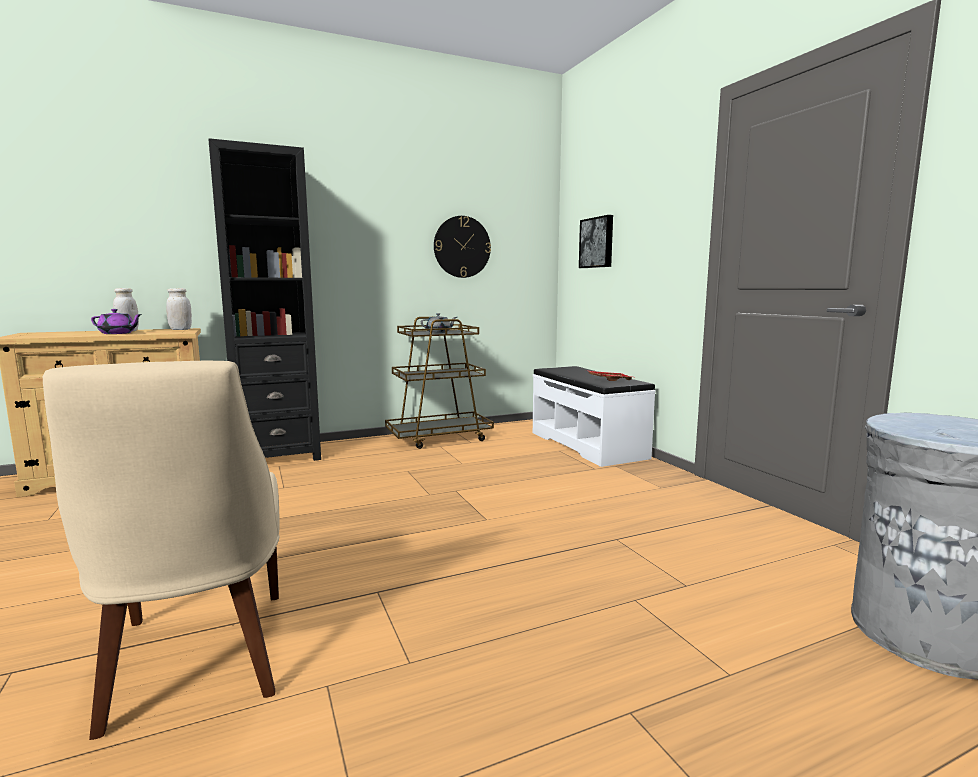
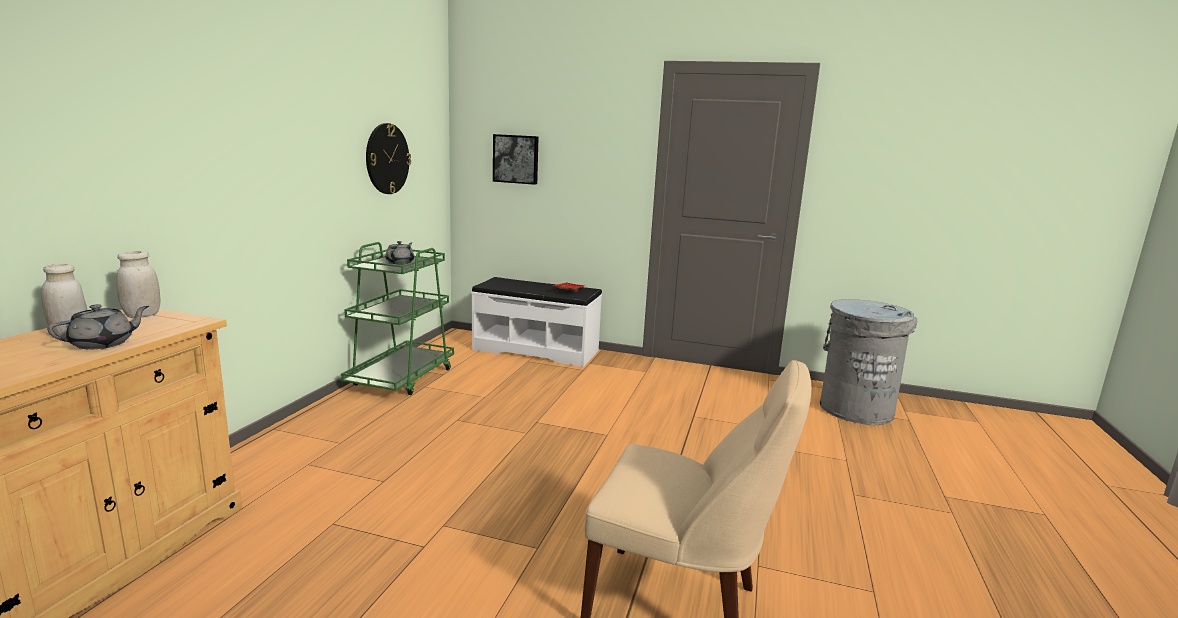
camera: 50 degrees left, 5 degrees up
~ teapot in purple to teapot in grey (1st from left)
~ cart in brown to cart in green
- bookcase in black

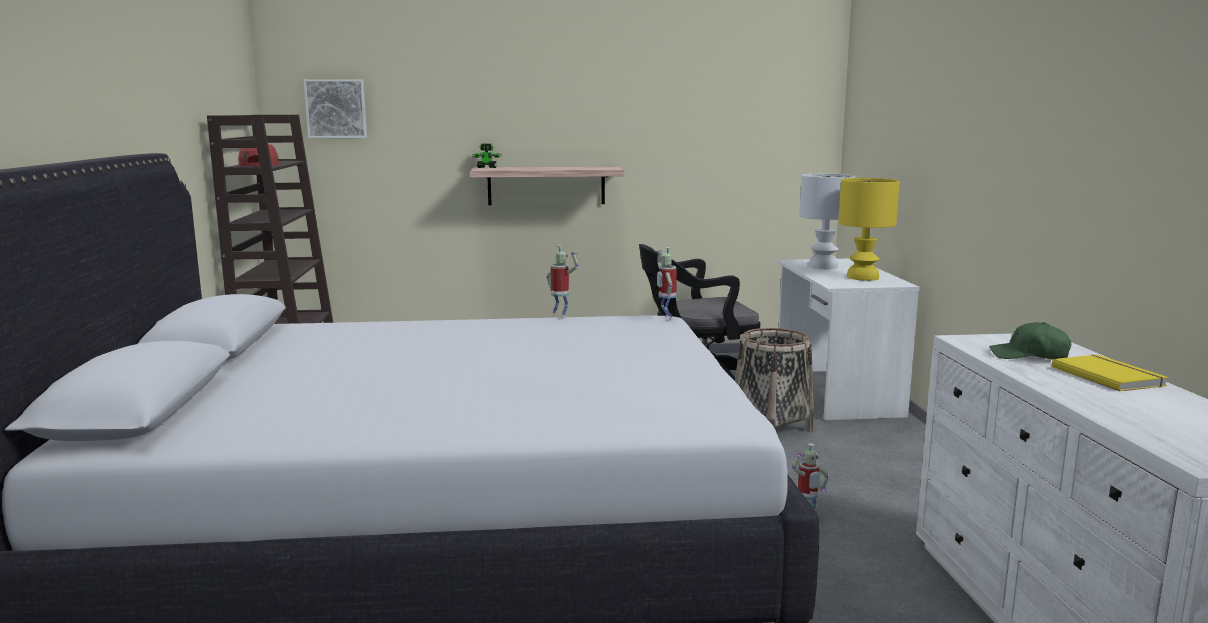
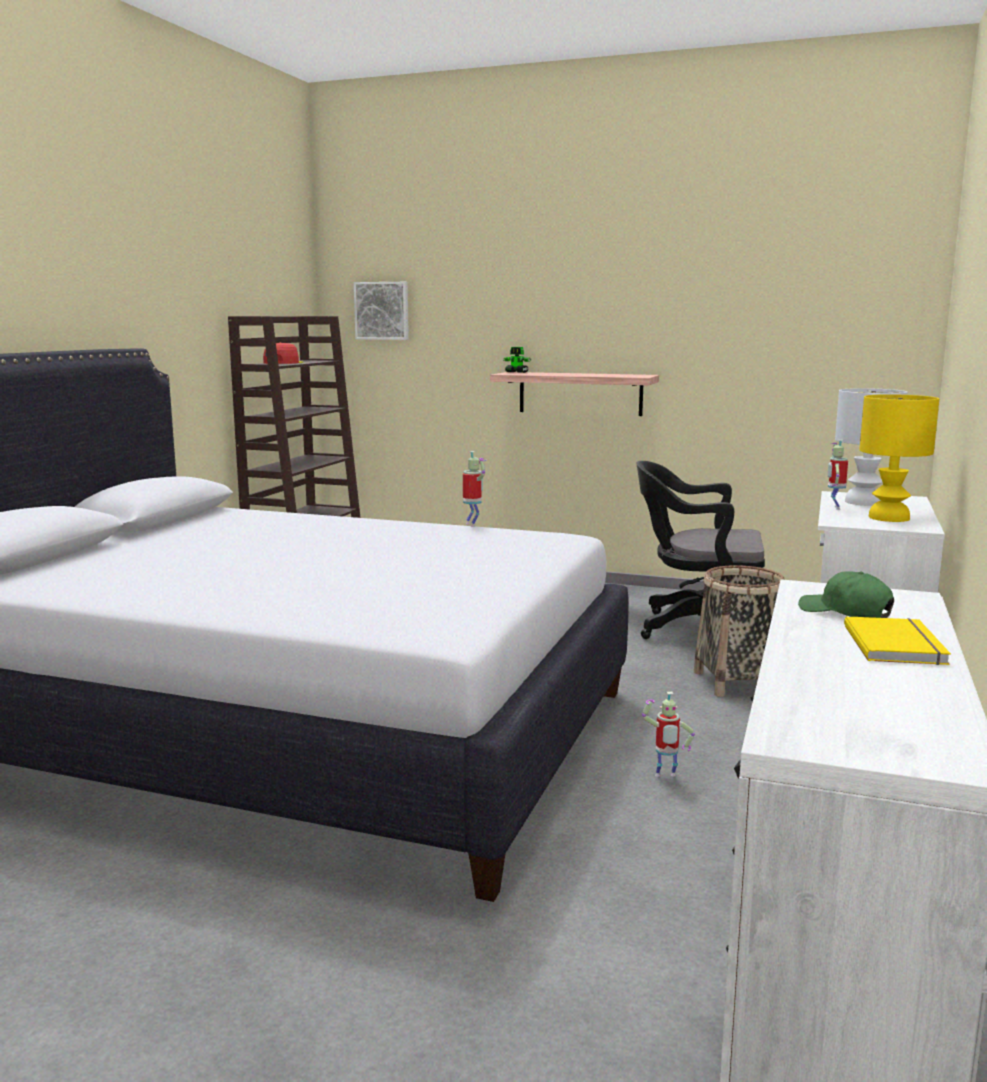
camera: 25 degrees right, 0 degrees up
~ toy robot (3rd from left in the first image) to toy robot (4th from left)

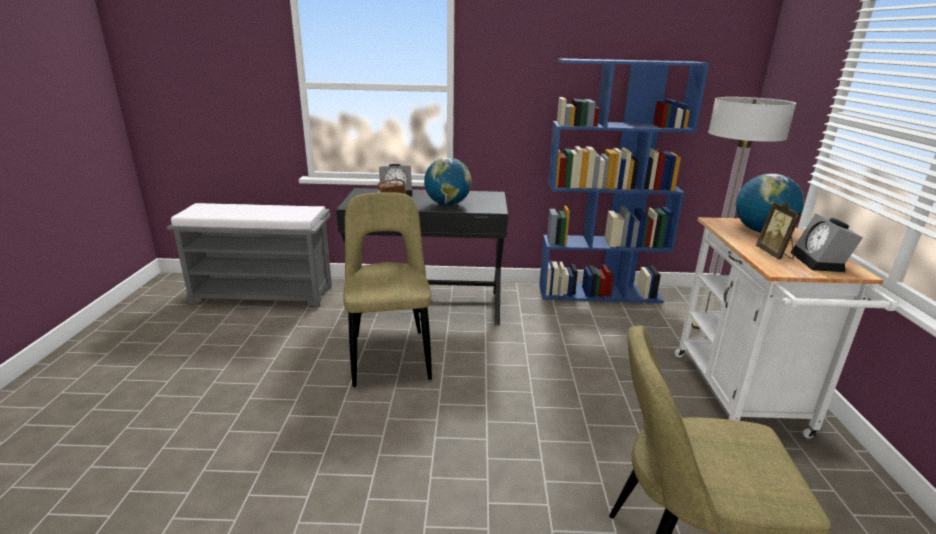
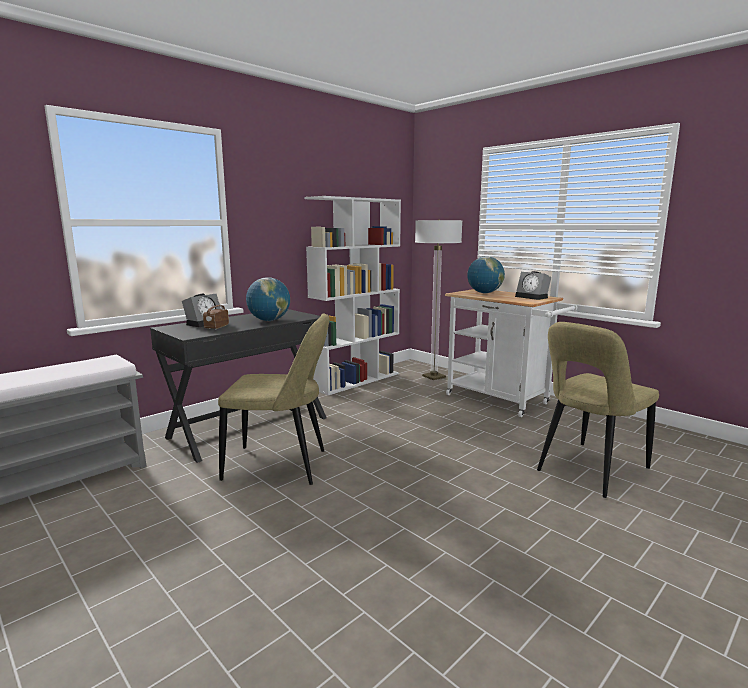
camera: 45 degrees left, 10 degrees down
~ chair in beige (1st from left) 150 degrees clockwise
~ bookcase in blue to bookcase in white
- picture frame

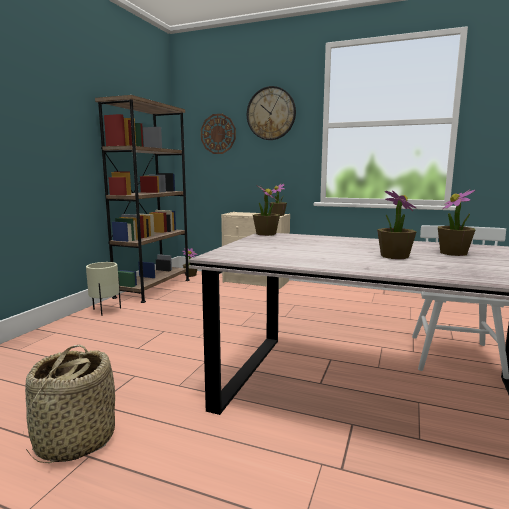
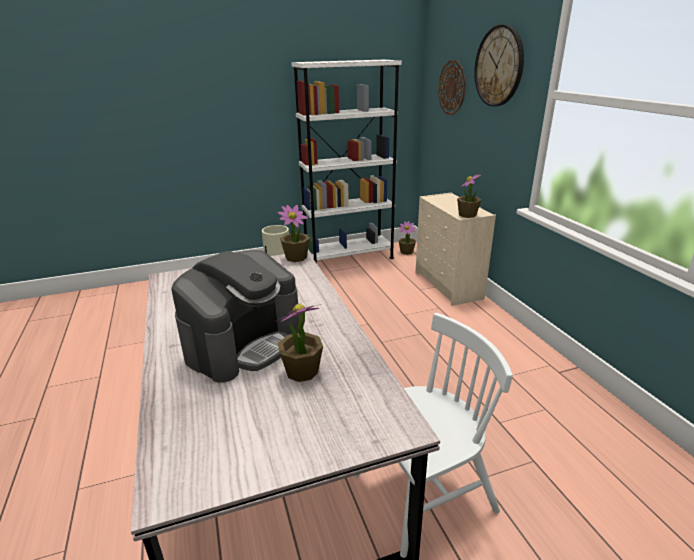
camera: 50 degrees right, 15 degrees up
~ potted plant (4th from left) to coffee machine
~ bookcase in brown to bookcase in white
- basket

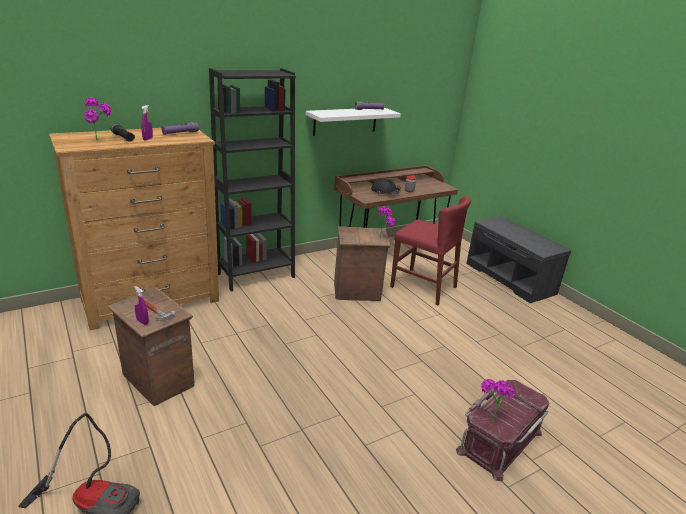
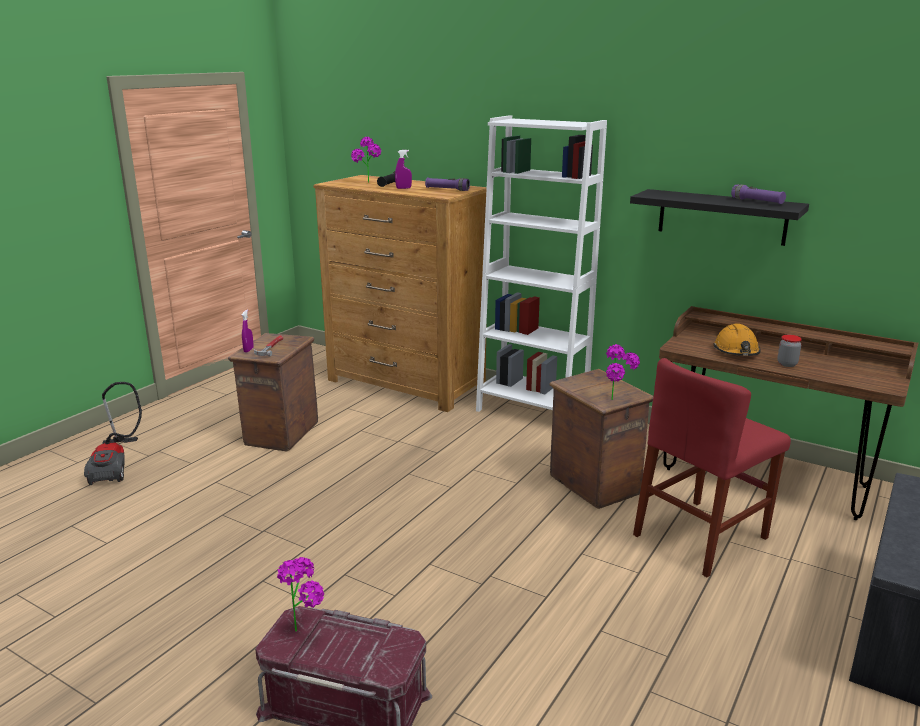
camera: 65 degrees right, 5 degrees down
~ bookcase in black to bookcase in white
~ shelf in white to shelf in black
~ chair in red 45 degrees clockwise
~ hard hat in black to hard hat in orange

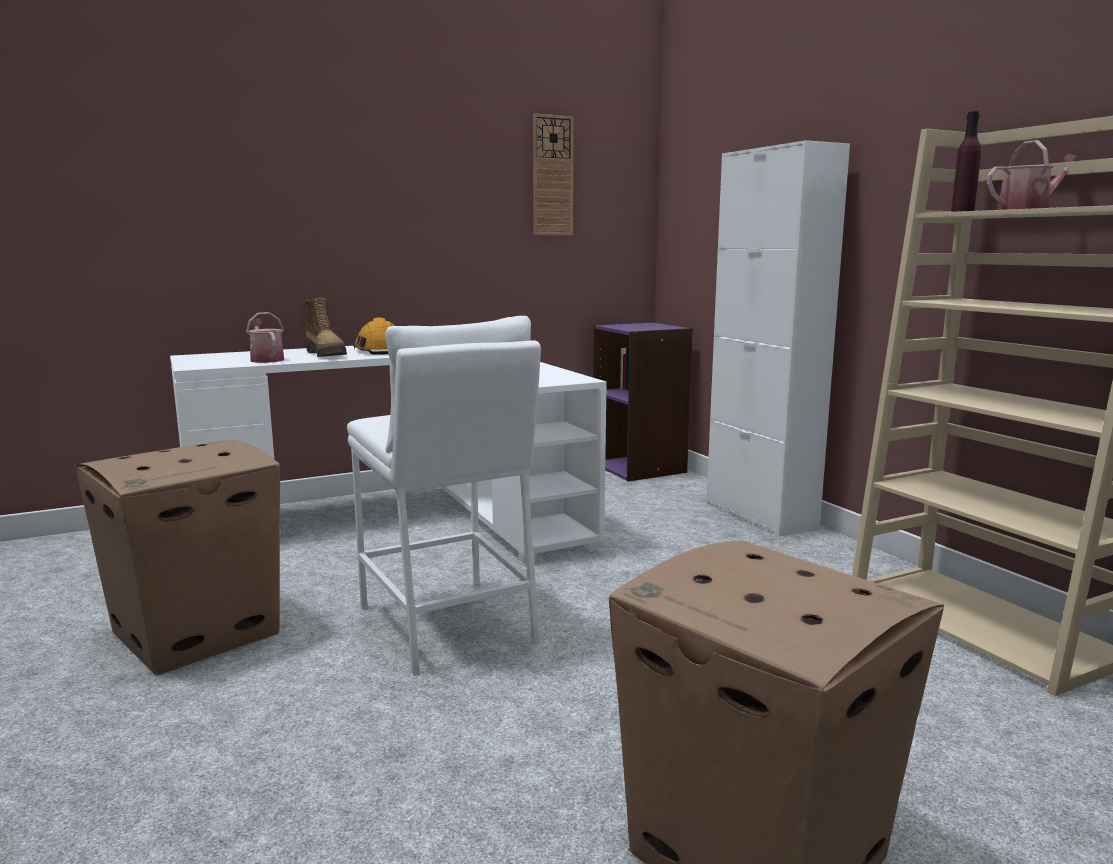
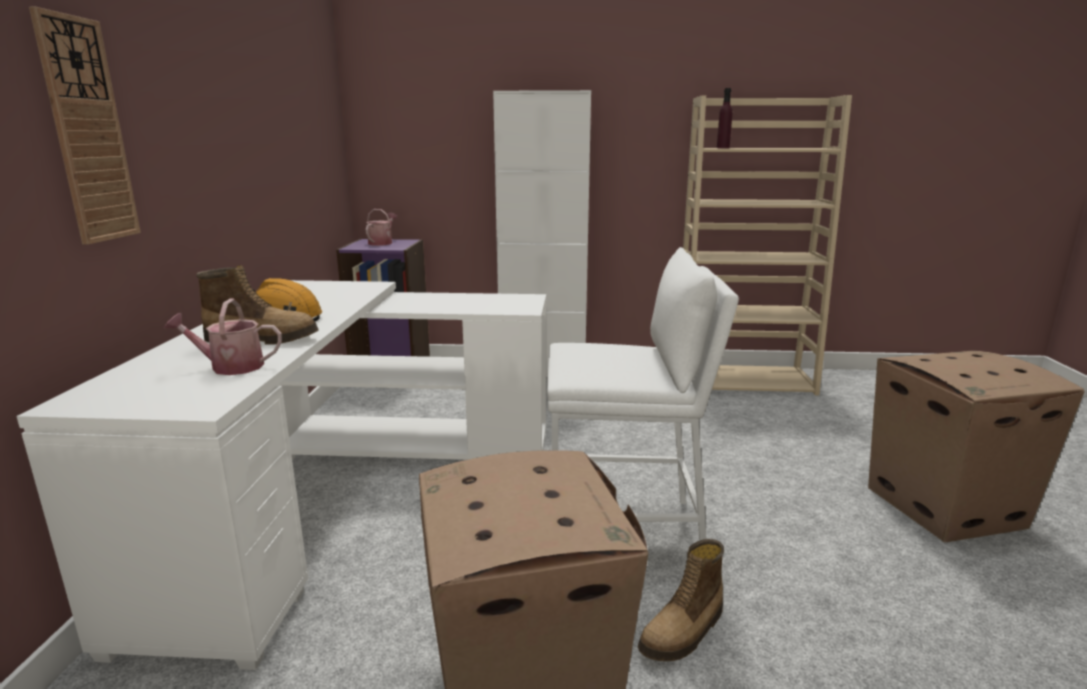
camera: 60 degrees left, 5 degrees up
~ wall clock
~ watering can (2nd from left)
+ boot (2nd from left)

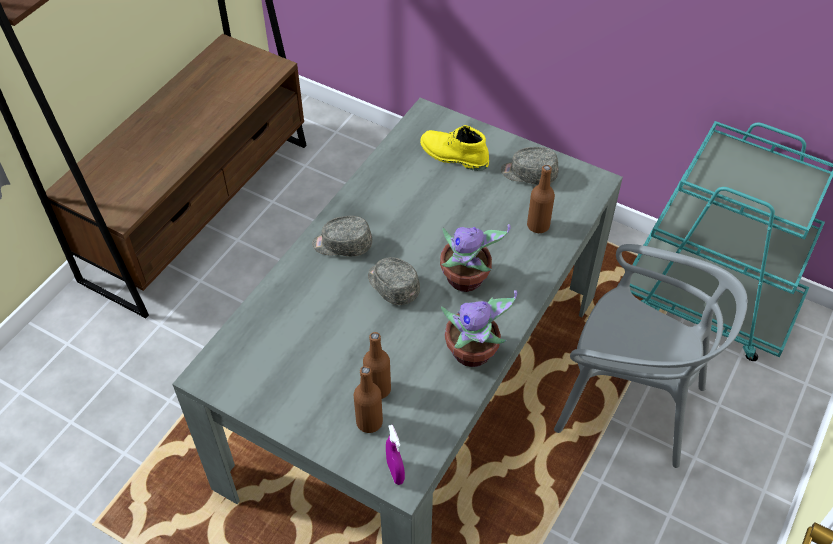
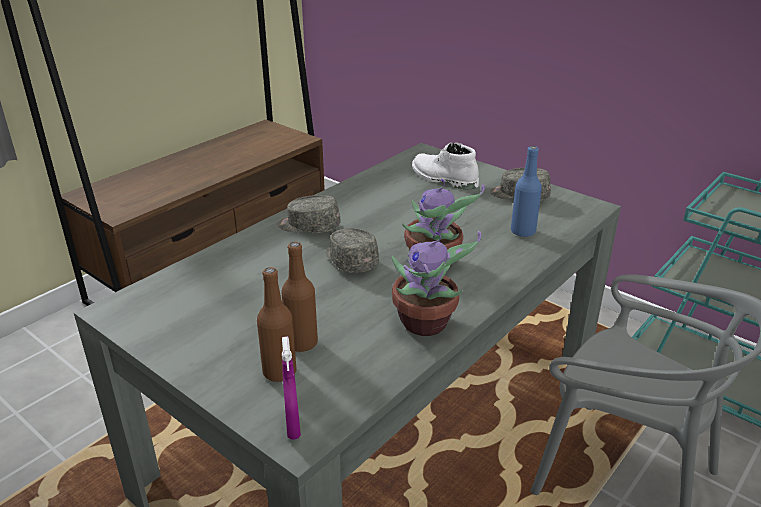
camera: 10 degrees right, 20 degrees down
~ boot in yellow to boot in white
~ bottle in brown (3rd from left) to bottle in blue

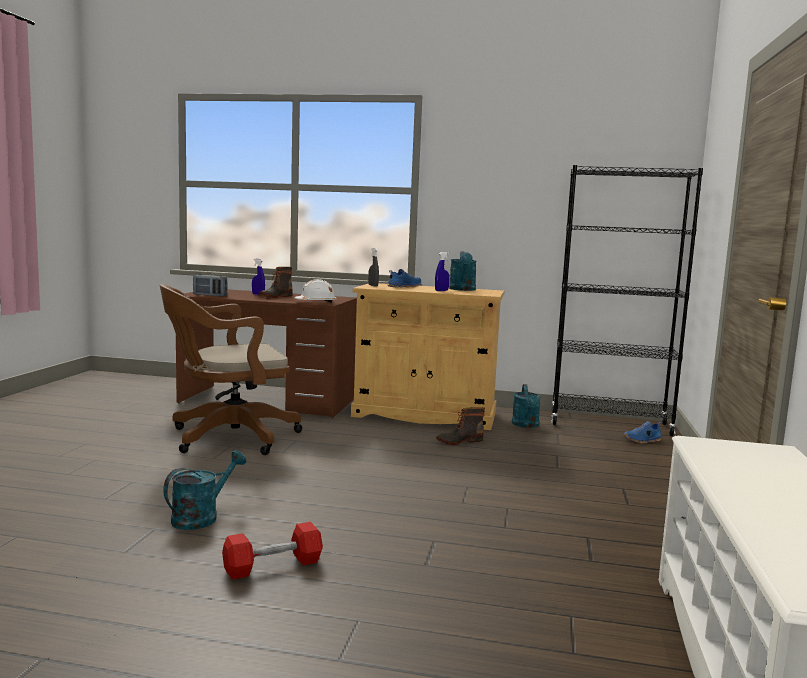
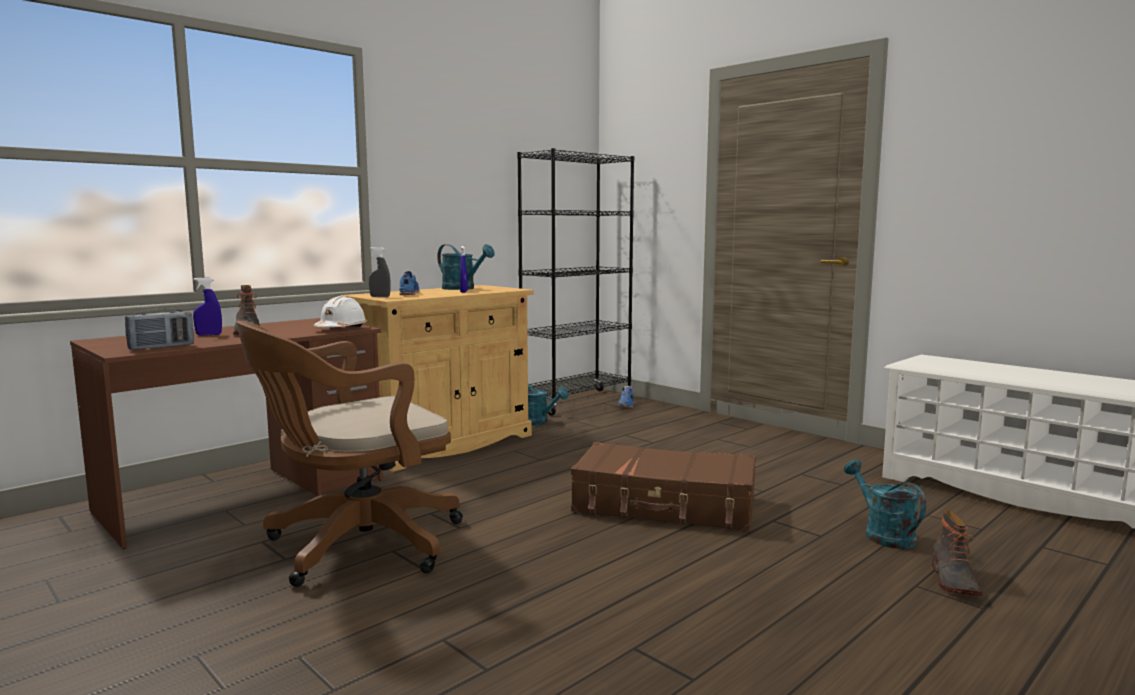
camera: 55 degrees left, 0 degrees up
~ office chair in brown 45 degrees clockwise
+ suitcase in brown
~ watering can in turquoise (1st from left in the first image) to watering can in turquoise (3rd from left)
~ boot (2nd from left)
- dumbbell in red

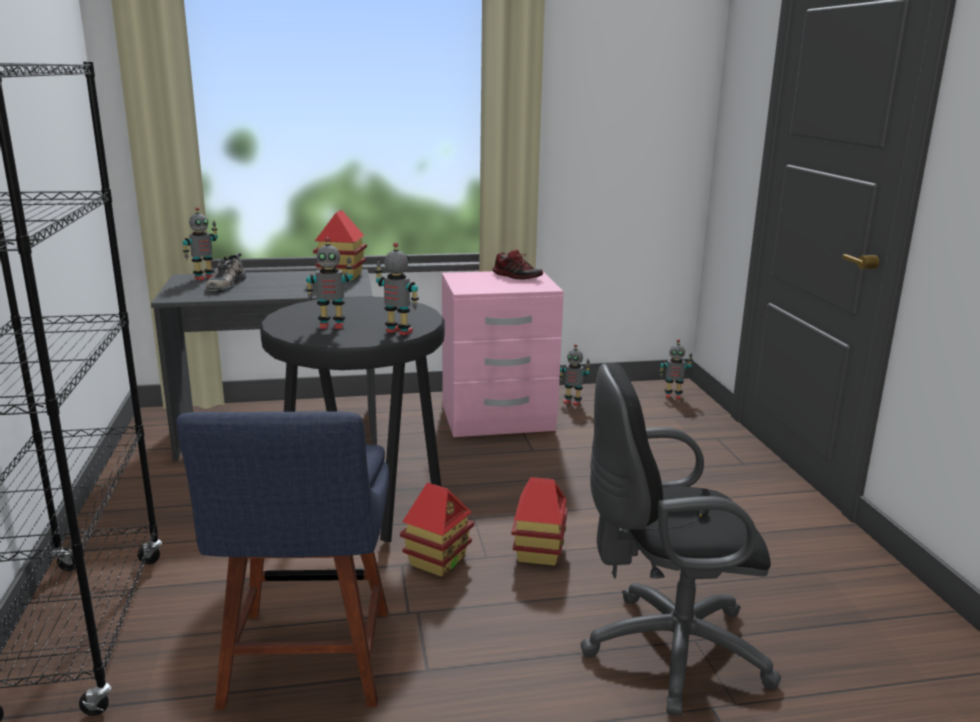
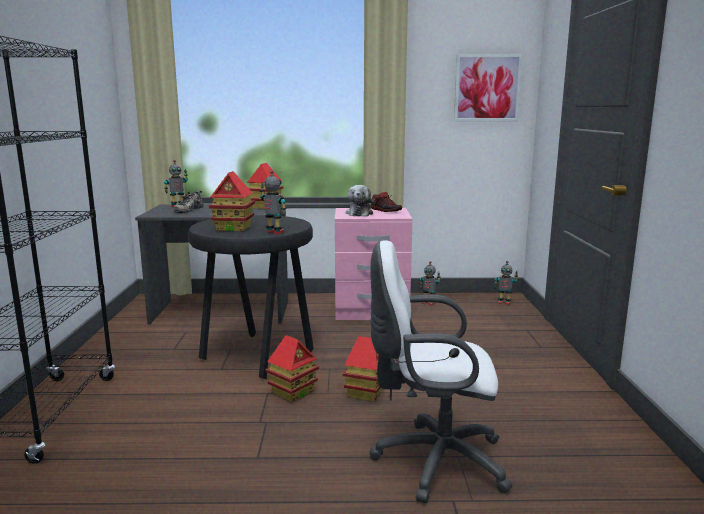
camera: 10 degrees right, 5 degrees down
~ toy robot (2nd from left) to toy house (1st from left)
+ plush toy
~ office chair in black to office chair in white
+ picture
- chair in blue

